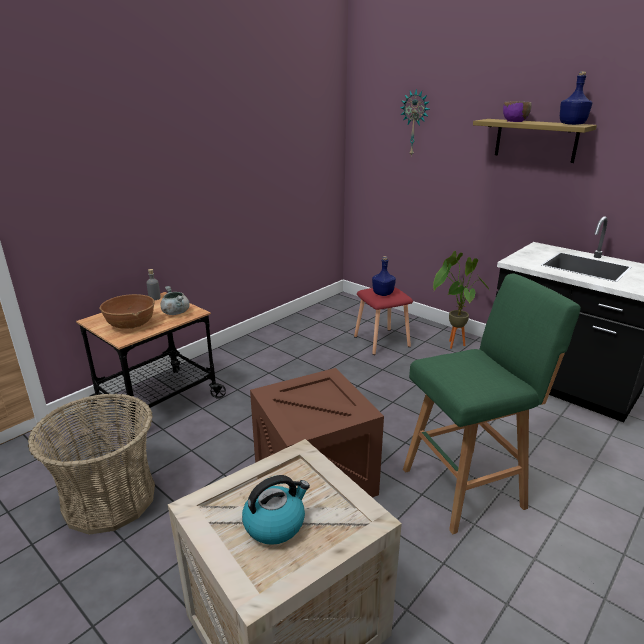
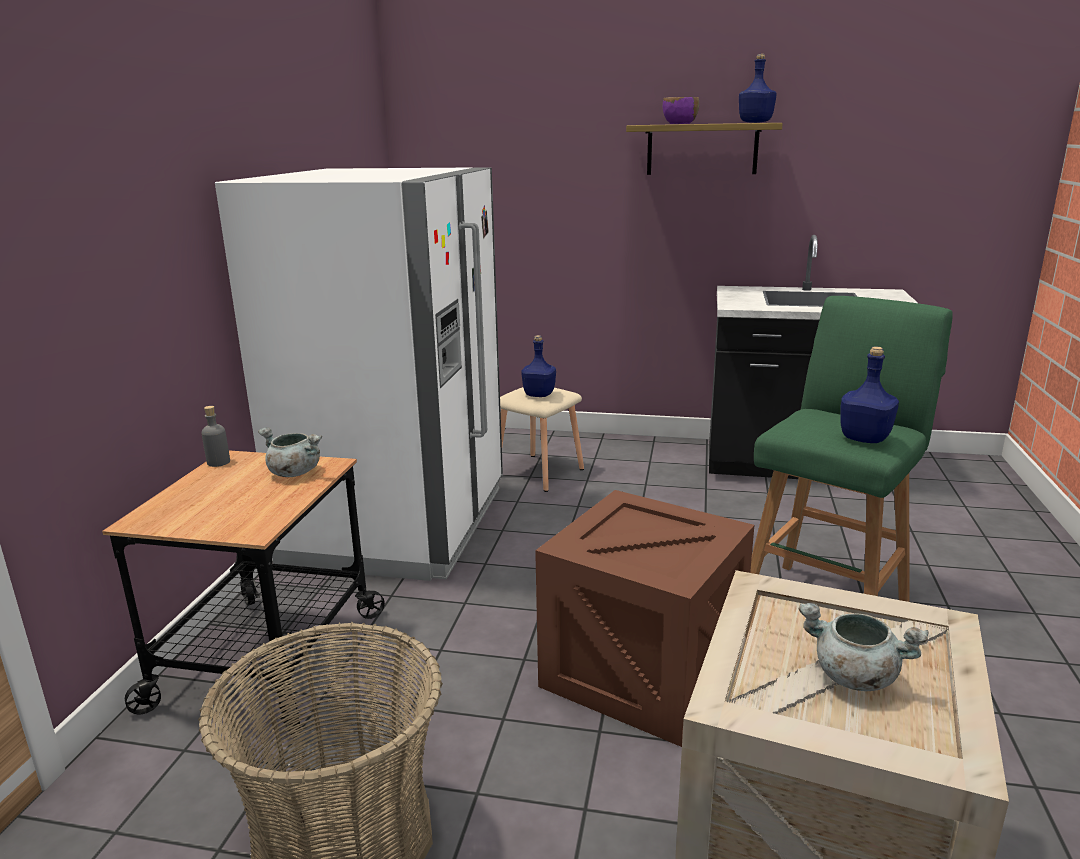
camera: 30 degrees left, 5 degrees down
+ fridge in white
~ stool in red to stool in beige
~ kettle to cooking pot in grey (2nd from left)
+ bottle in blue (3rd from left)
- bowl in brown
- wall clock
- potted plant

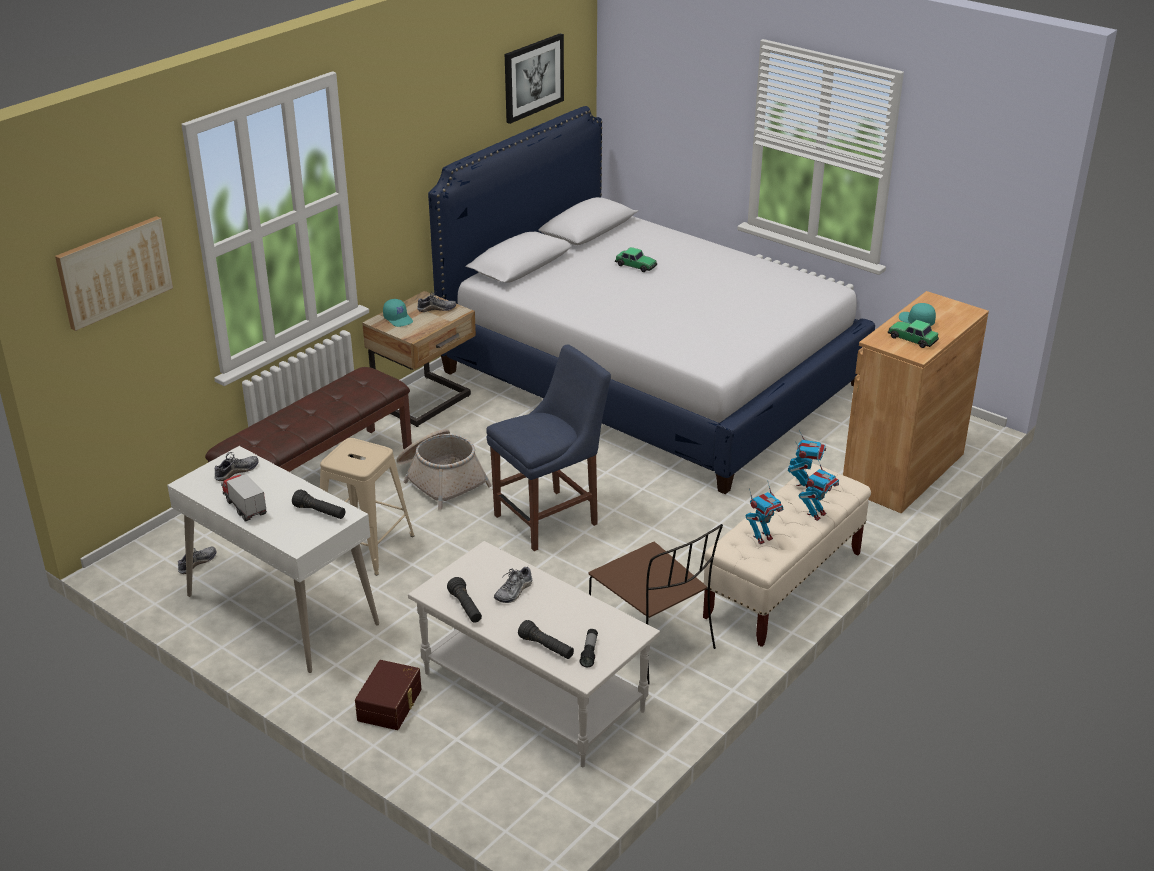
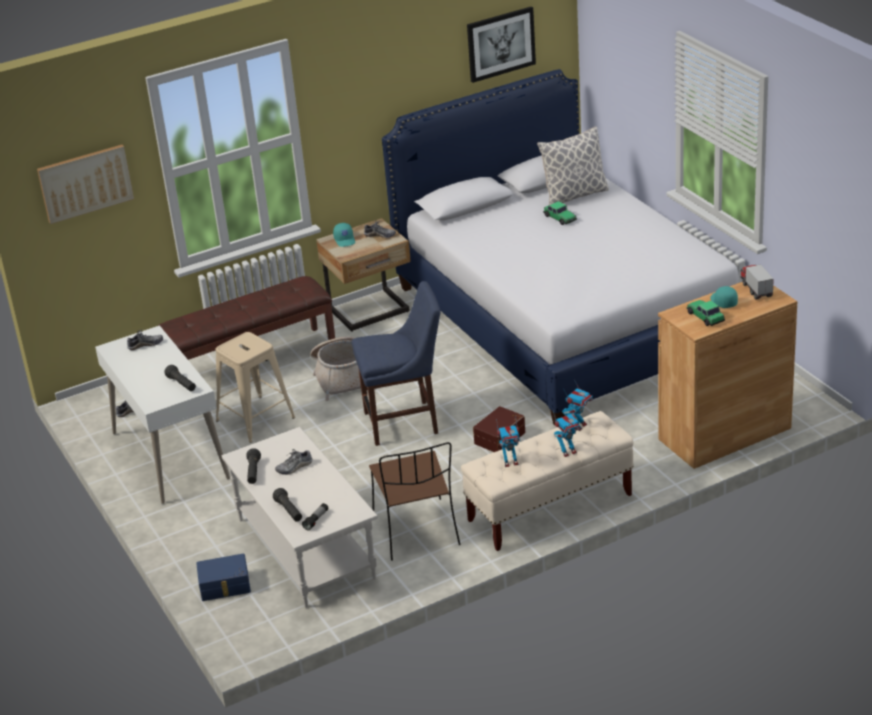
camera: 25 degrees right, 0 degrees up
+ storage box in blue
~ storage box in brown
+ pillow
~ toy truck

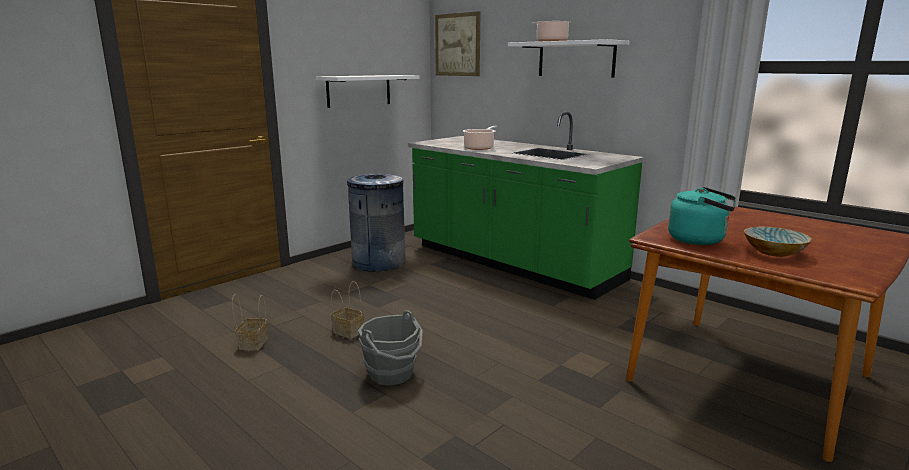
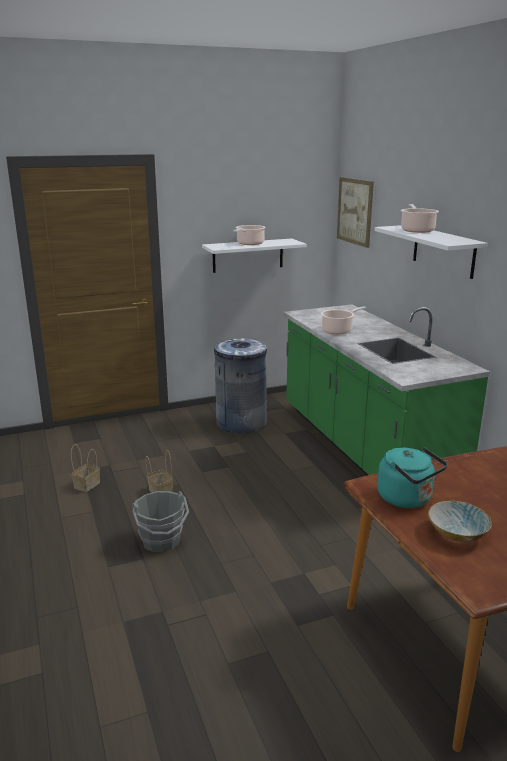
camera: 25 degrees right, 5 degrees up
+ cooking pot (1st from left)

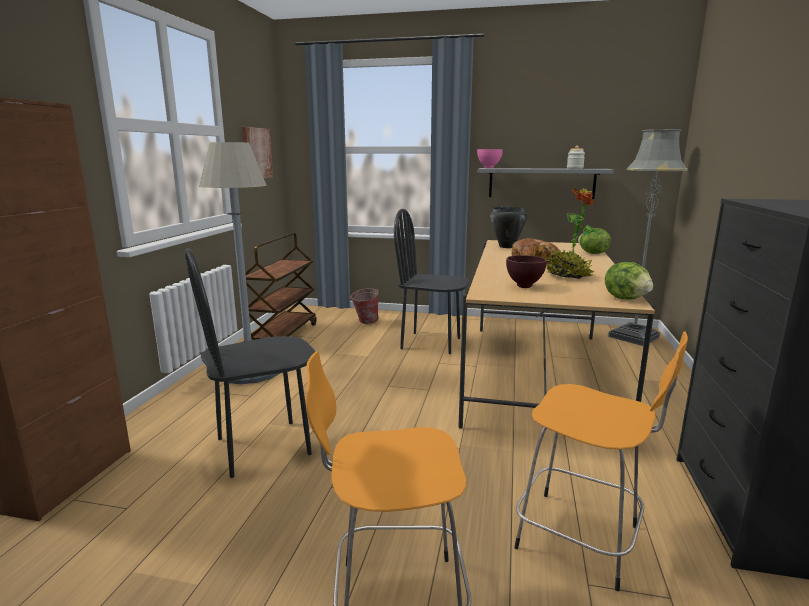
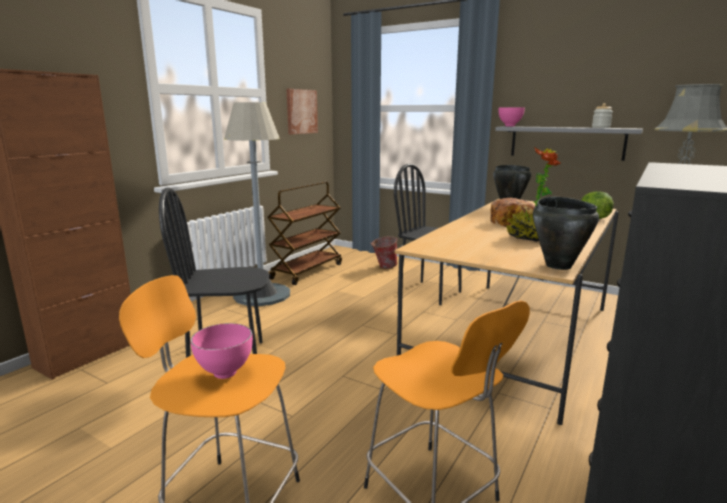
camera: 20 degrees right, 0 degrees up
+ bowl in pink (1st from left)
~ lettuce (2nd from left) to cooking pot in black (2nd from left)
- bowl in brown

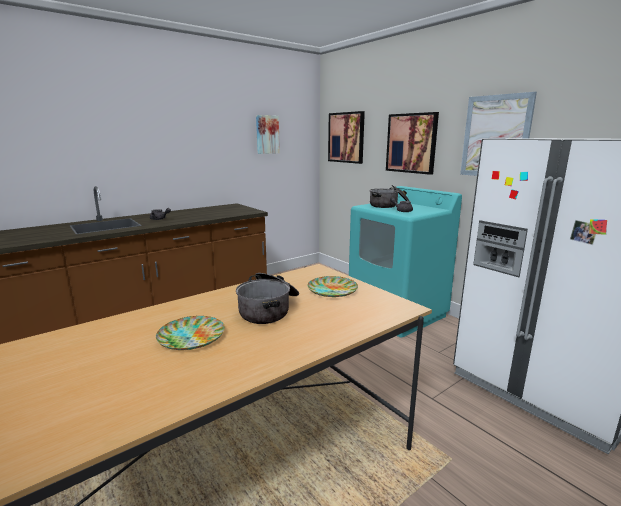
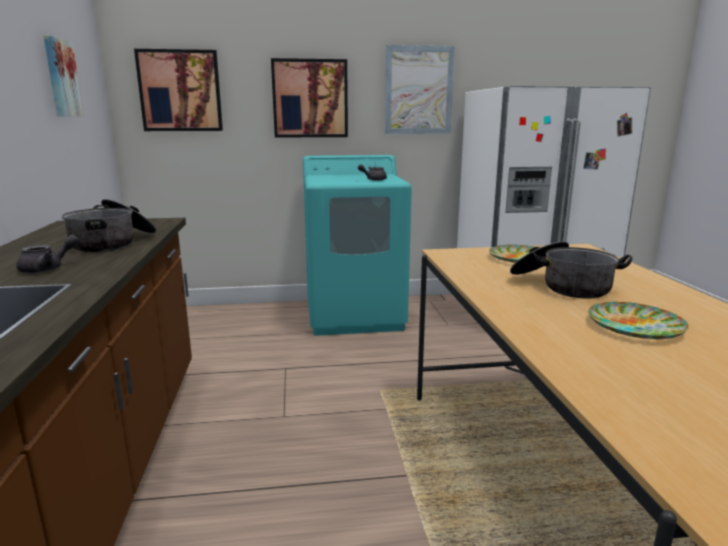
camera: 60 degrees left, 0 degrees up
~ cooking pot (2nd from left in the first image) to cooking pot (1st from left)

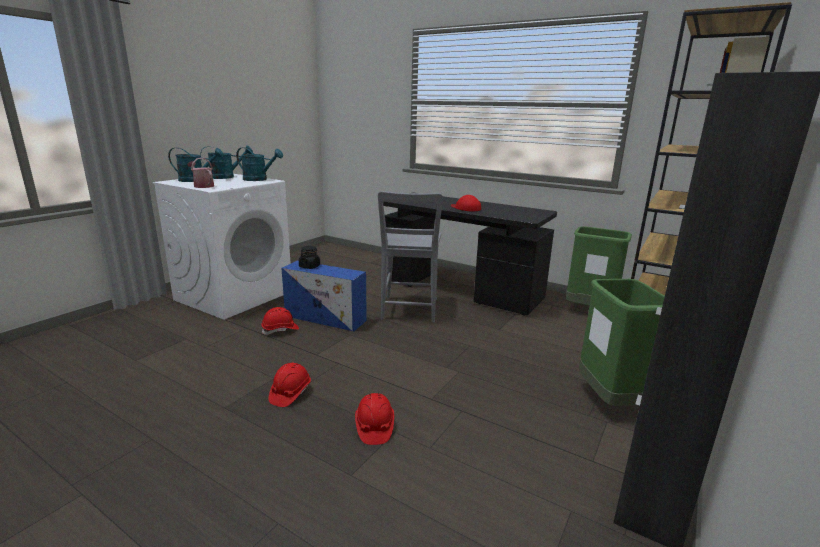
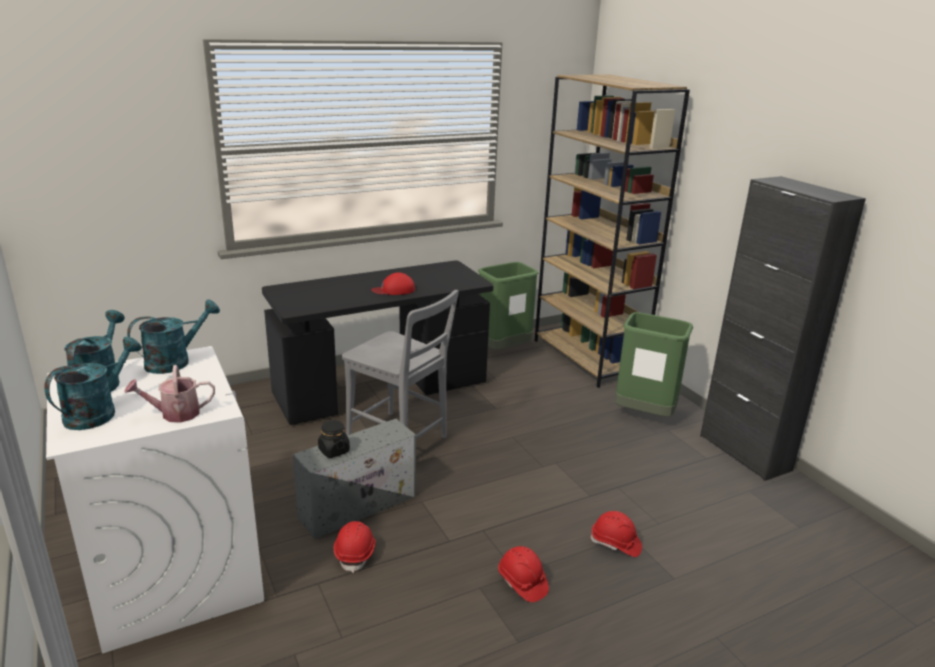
camera: 60 degrees left, 5 degrees up
~ storage box in blue to storage box in grey

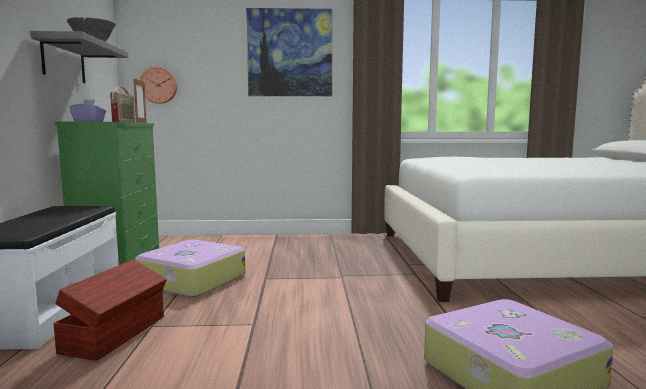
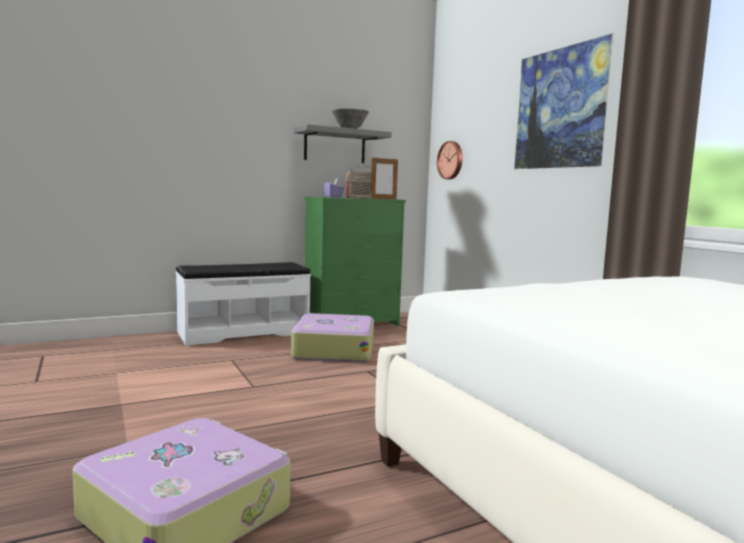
camera: 65 degrees right, 0 degrees up
- storage box in brown

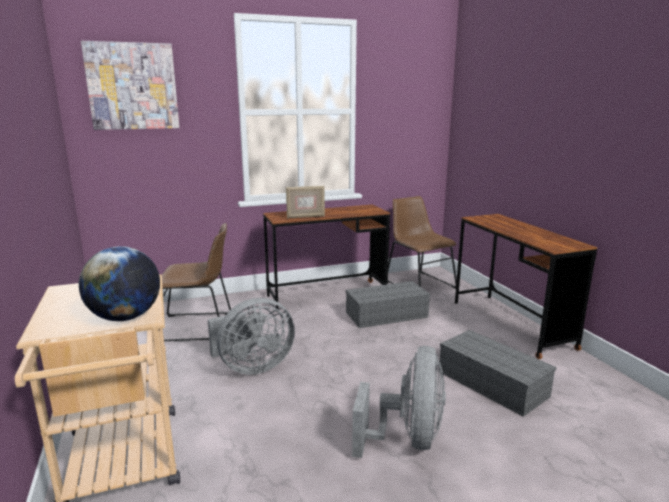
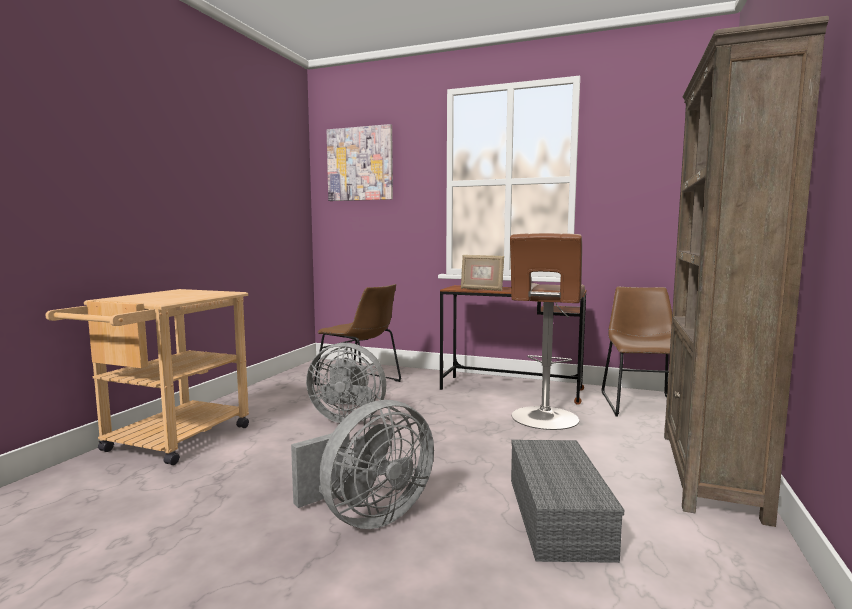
camera: 40 degrees right, 10 degrees down
~ storage box in grey (1st from left) to stool in brown
~ desk in brown (2nd from left) to bookcase in brown
- globe

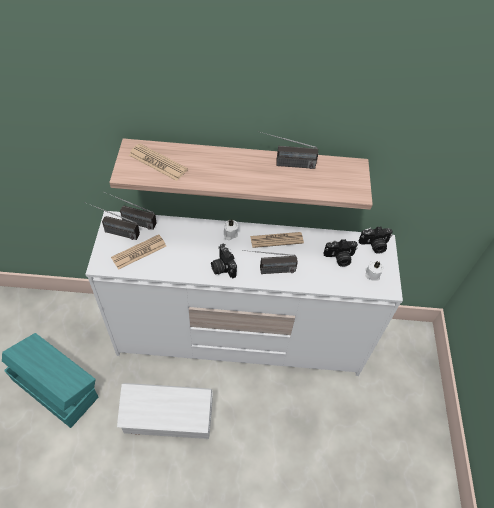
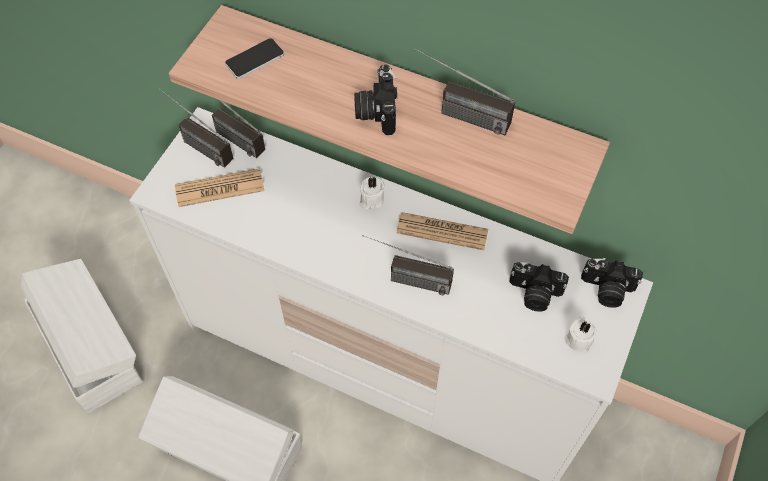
camera: 25 degrees right, 5 degrees up
~ storage box in turquoise to storage box in white (1st from left)
~ newspaper (2nd from left) to phone
~ photo camera (1st from left)

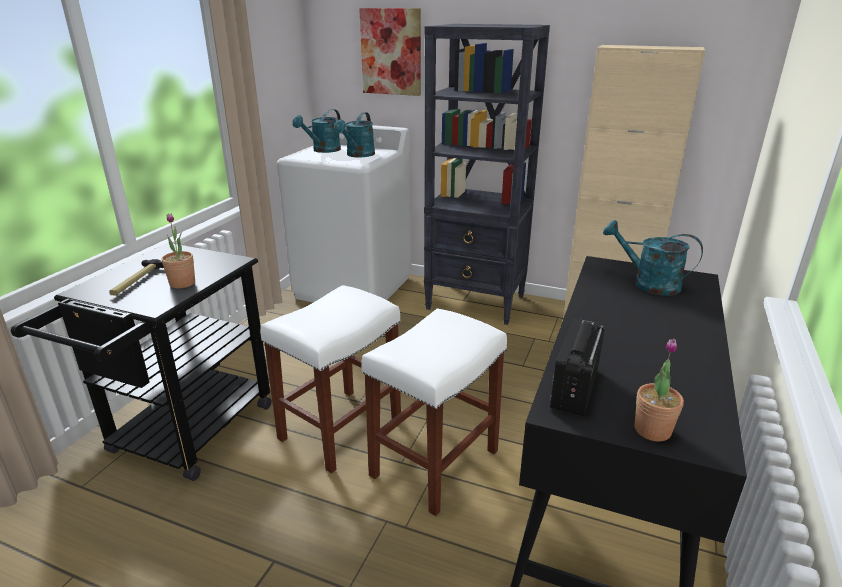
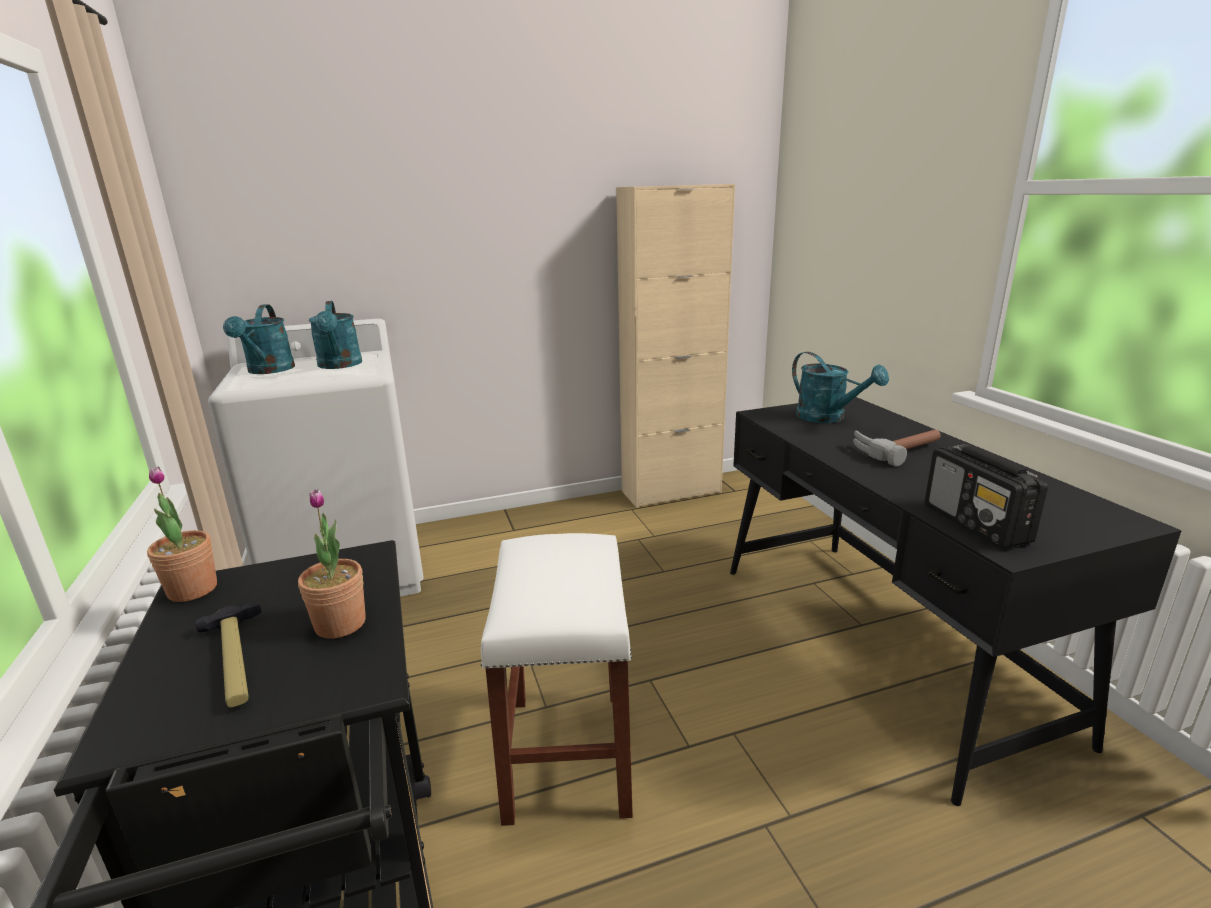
camera: 40 degrees left, 5 degrees down
~ potted plant (2nd from left in the first image) to potted plant (1st from left)
~ watering can in turquoise (3rd from left) 120 degrees counterclockwise
+ hammer (2nd from left)
- picture
- stool in white (2nd from left)
- bookcase in black

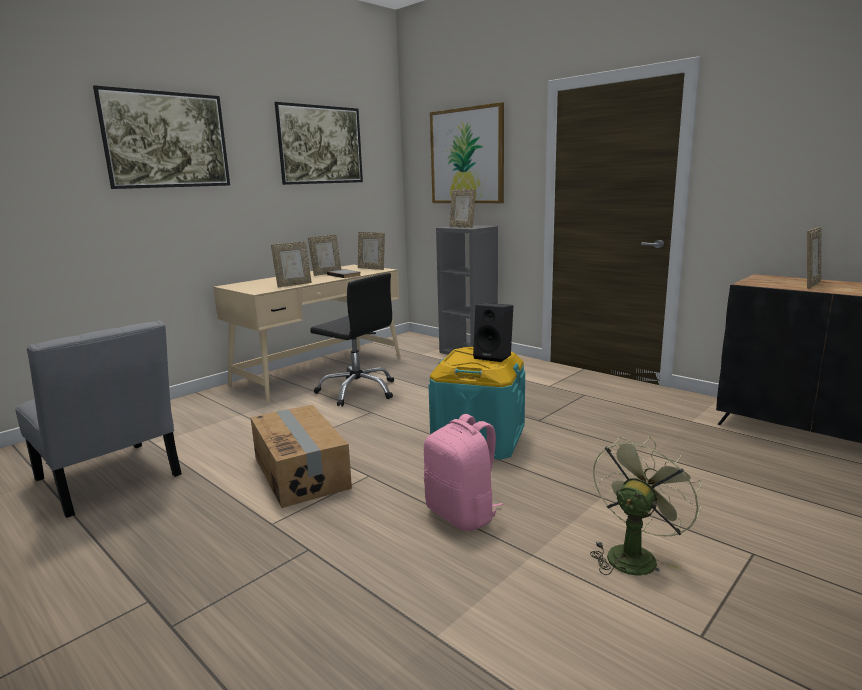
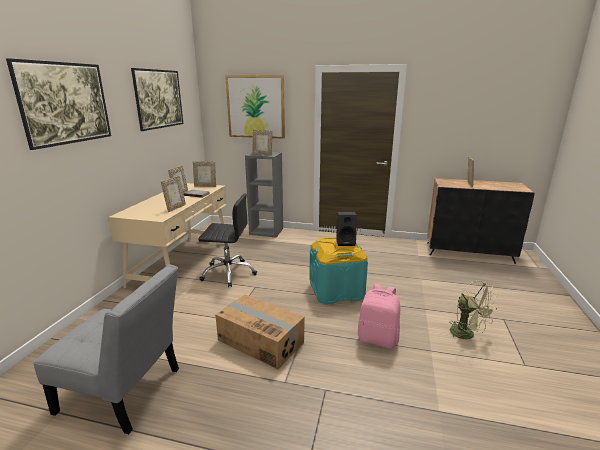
camera: 30 degrees left, 5 degrees up
~ fan in green 135 degrees clockwise

